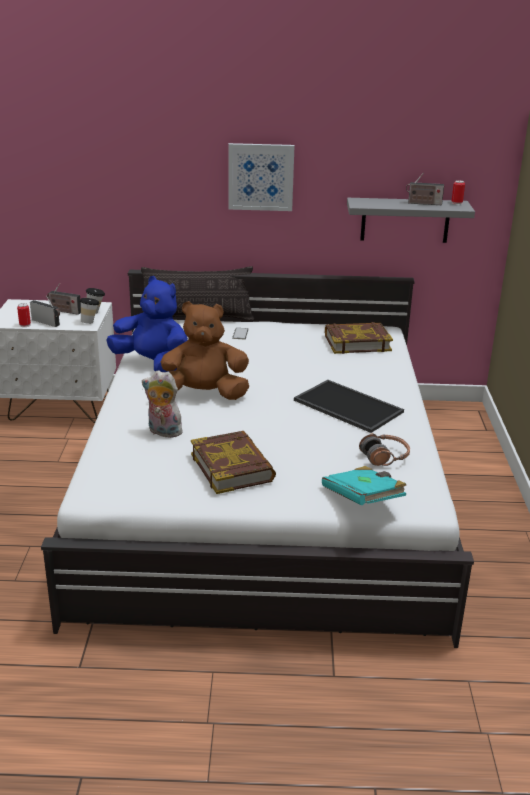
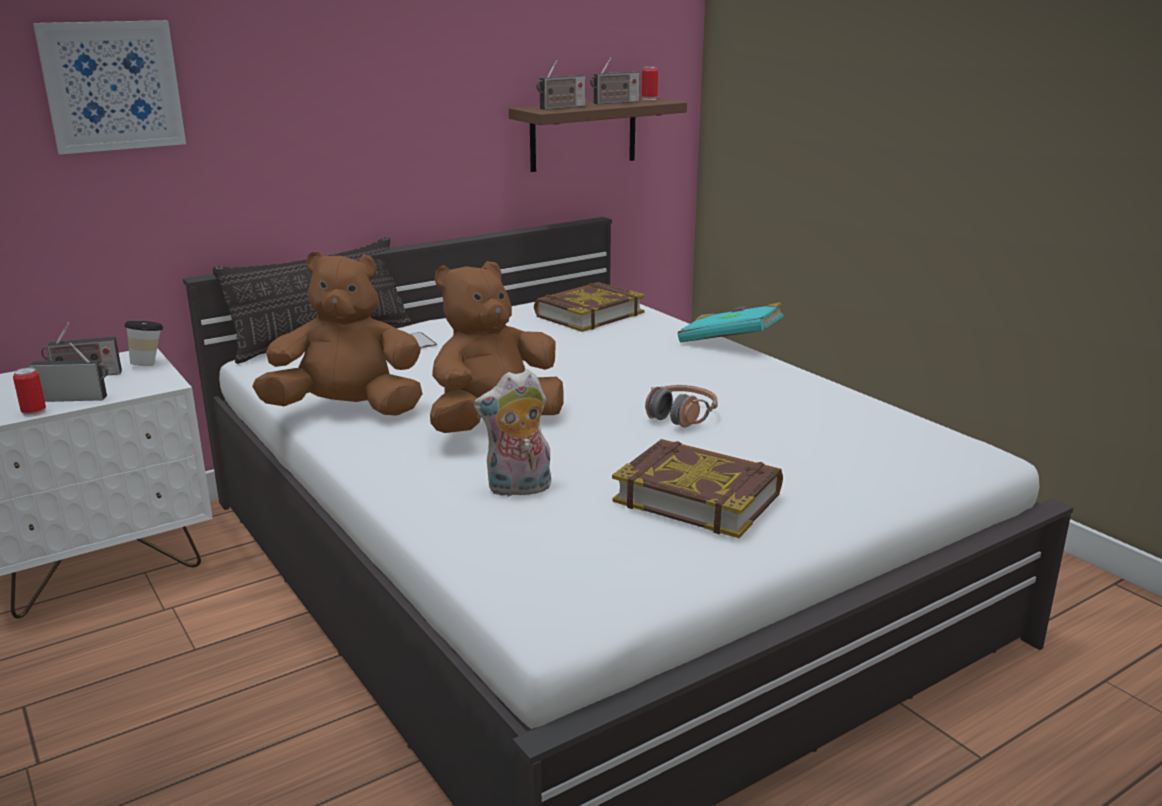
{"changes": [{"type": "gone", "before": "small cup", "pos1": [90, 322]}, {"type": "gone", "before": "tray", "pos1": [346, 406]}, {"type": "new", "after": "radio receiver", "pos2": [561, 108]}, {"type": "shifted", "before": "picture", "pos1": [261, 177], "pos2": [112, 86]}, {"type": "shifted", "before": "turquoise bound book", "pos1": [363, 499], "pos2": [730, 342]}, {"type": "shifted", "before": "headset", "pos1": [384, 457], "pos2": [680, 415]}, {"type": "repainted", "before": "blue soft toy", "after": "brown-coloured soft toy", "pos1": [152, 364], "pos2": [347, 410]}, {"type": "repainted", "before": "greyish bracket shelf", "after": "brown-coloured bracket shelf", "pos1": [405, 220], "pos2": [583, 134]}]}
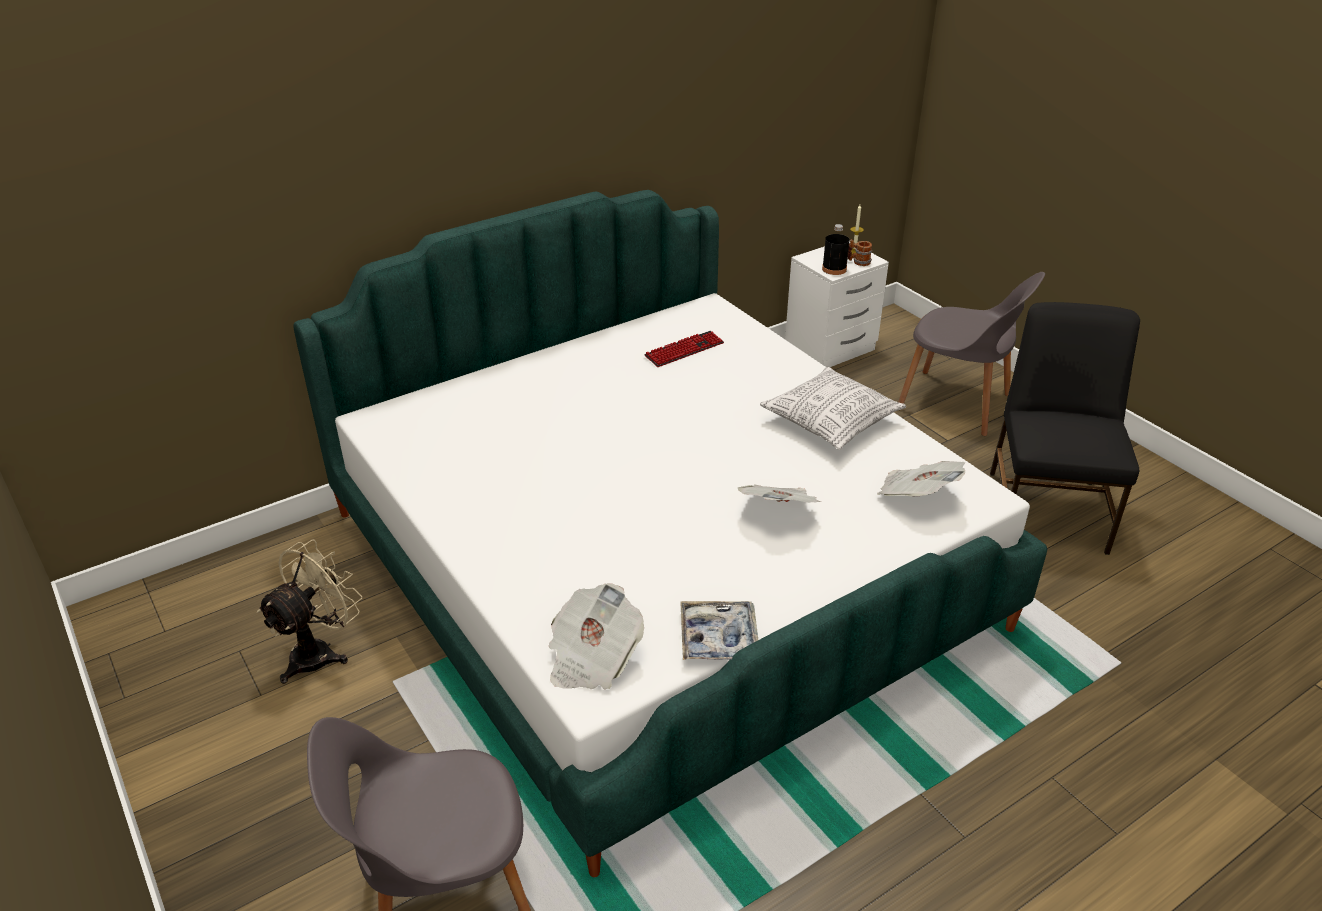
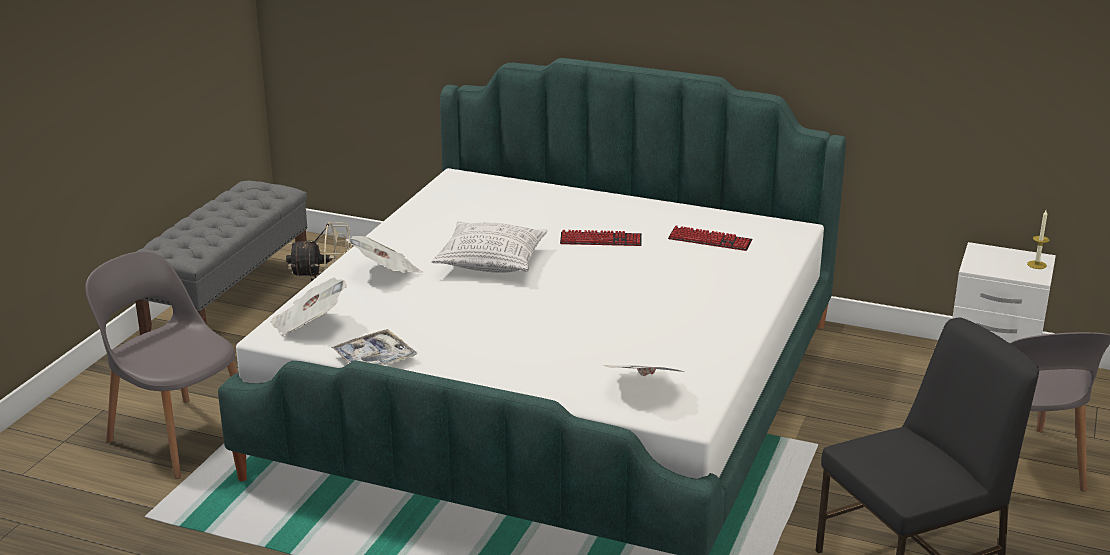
{"changes": [{"type": "gone", "before": "blackish beverage bottle", "pos1": [834, 269]}, {"type": "gone", "before": "tea mug", "pos1": [858, 262]}, {"type": "new", "after": "greyish bench", "pos2": [229, 300]}, {"type": "new", "after": "PC keyboard", "pos2": [601, 240]}, {"type": "shifted", "before": "newspaper", "pos1": [779, 511], "pos2": [386, 272]}, {"type": "shifted", "before": "pillow", "pos1": [831, 421], "pos2": [491, 262]}]}
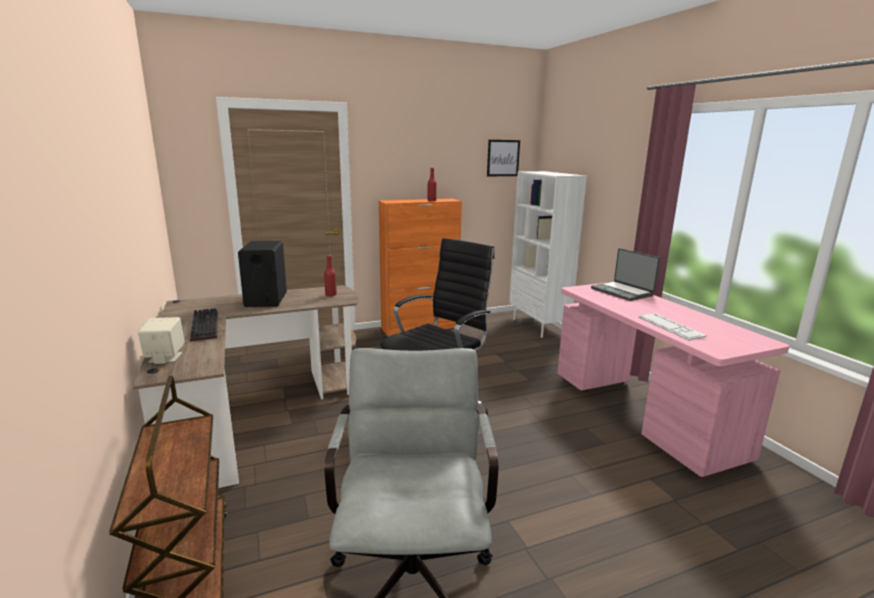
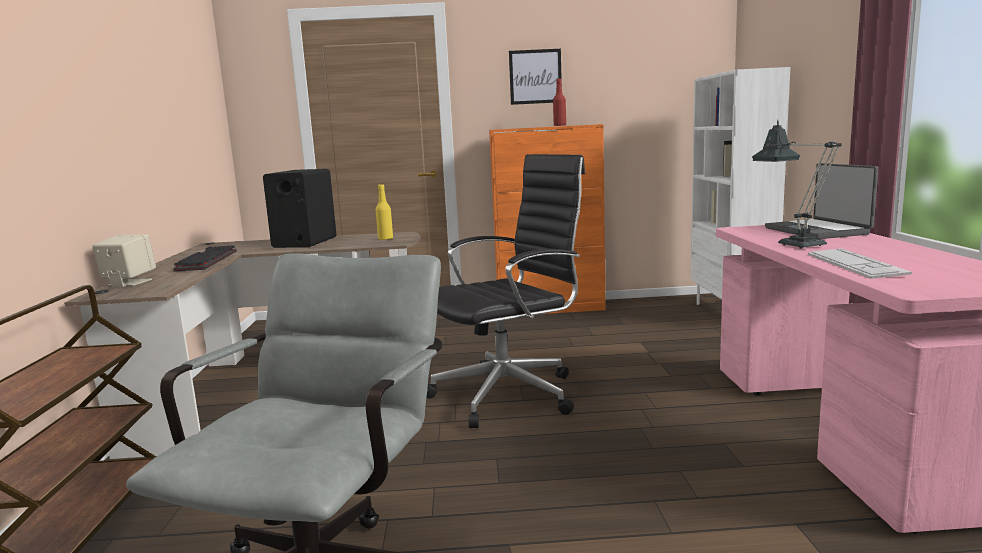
{"changes": [{"type": "new", "after": "table lamp", "pos2": [794, 244]}, {"type": "shifted", "before": "picture", "pos1": [503, 158], "pos2": [535, 76]}, {"type": "repainted", "before": "red beverage bottle", "after": "yellow beverage bottle", "pos1": [331, 295], "pos2": [385, 239]}]}
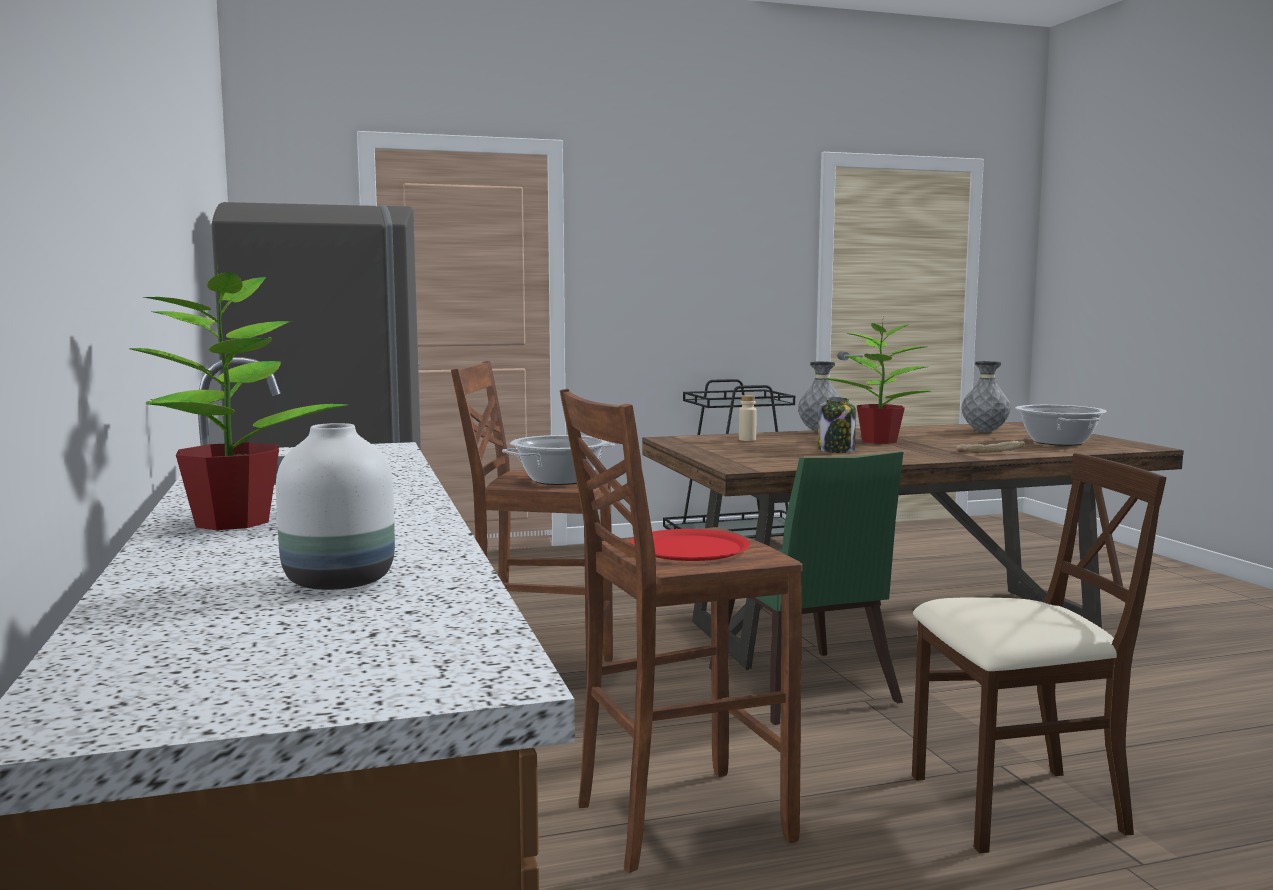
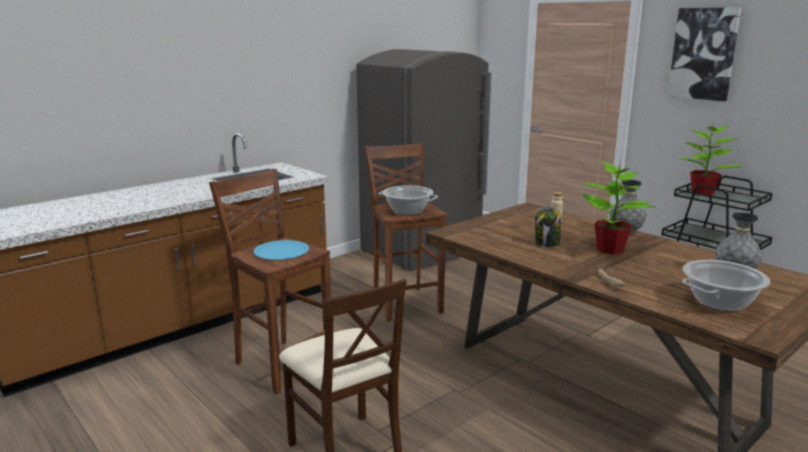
{"changes": [{"type": "gone", "before": "white vase", "pos1": [342, 581]}, {"type": "gone", "before": "green-coloured upright chair", "pos1": [804, 691]}, {"type": "new", "after": "picture", "pos2": [703, 54]}, {"type": "shifted", "before": "houseplant", "pos1": [234, 521], "pos2": [703, 193]}, {"type": "repainted", "before": "red flat dish", "after": "blue flat dish", "pos1": [690, 548], "pos2": [281, 251]}]}
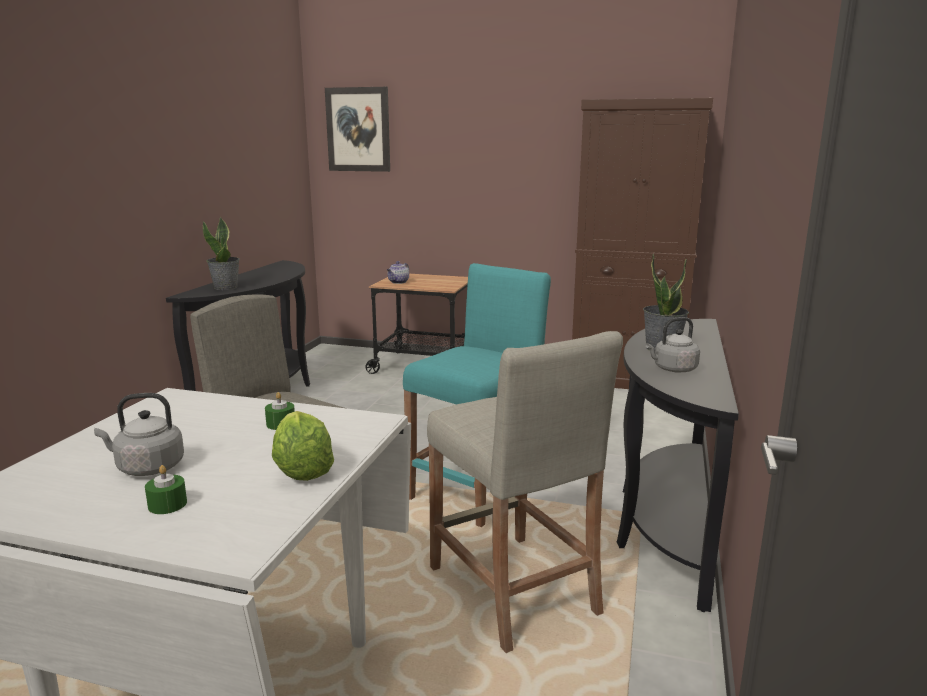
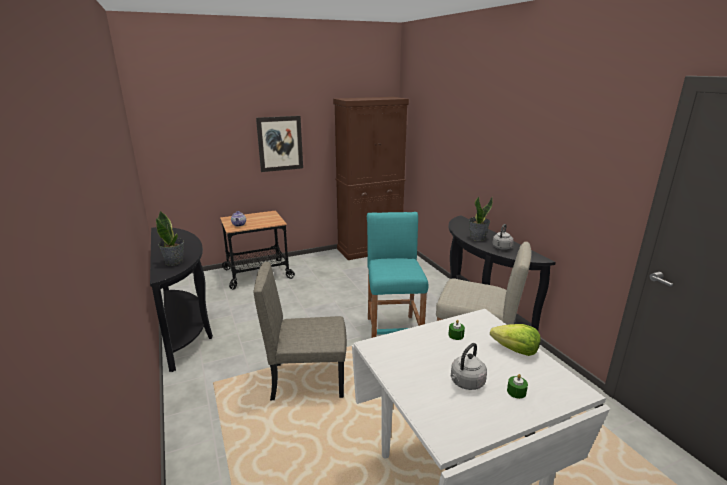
{"changes": [{"type": "shifted", "before": "picture", "pos1": [358, 129], "pos2": [280, 143]}]}
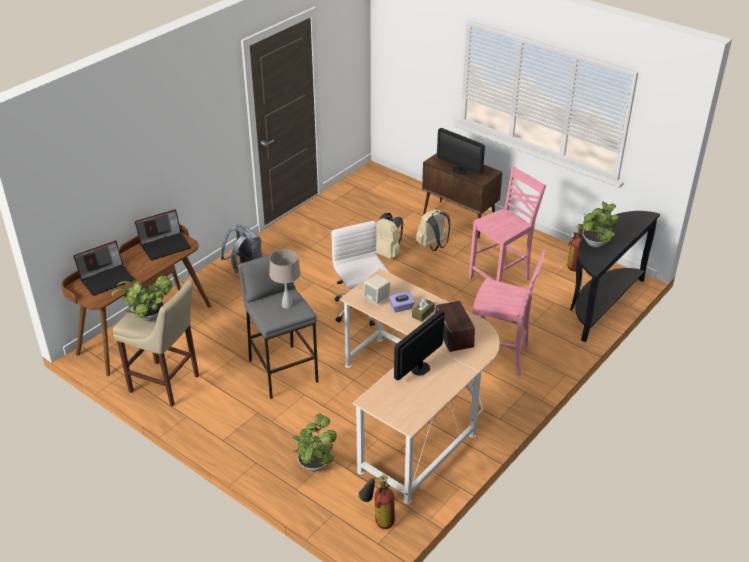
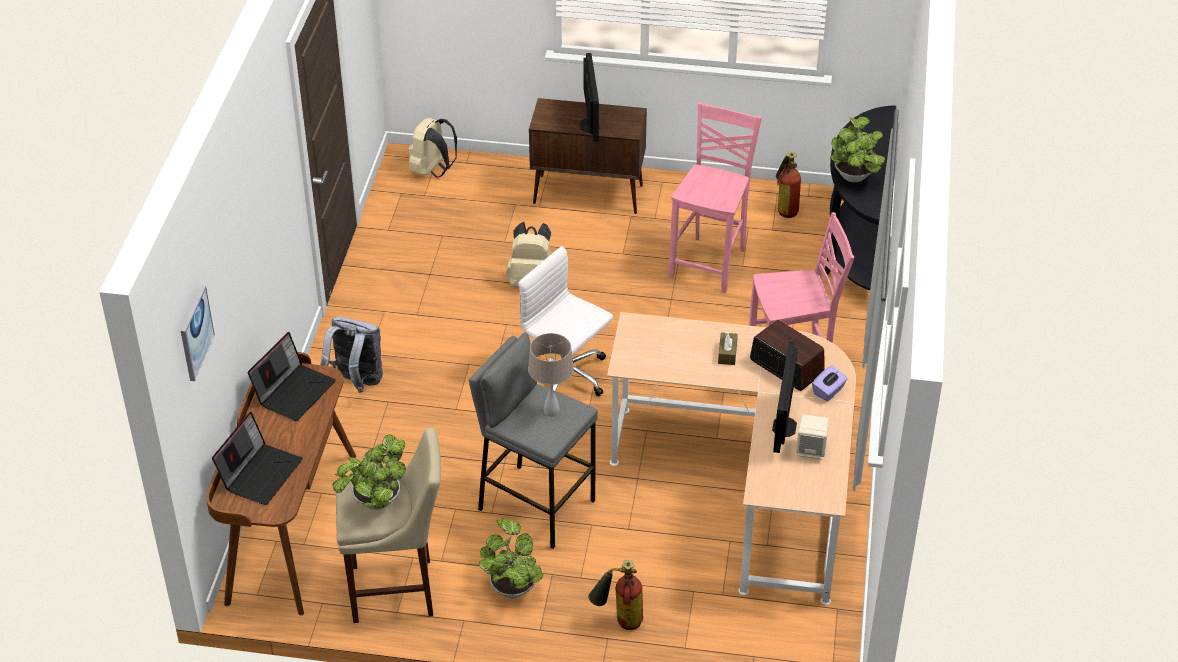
{"changes": [{"type": "new", "after": "picture", "pos2": [195, 332]}, {"type": "shifted", "before": "houseplant", "pos1": [315, 463], "pos2": [512, 586]}, {"type": "shifted", "before": "fire extinguisher", "pos1": [378, 518], "pos2": [618, 620]}, {"type": "shifted", "before": "beige loudspeaker", "pos1": [377, 299], "pos2": [811, 450]}, {"type": "shifted", "before": "purplish tissue holder", "pos1": [401, 307], "pos2": [828, 391]}, {"type": "shifted", "before": "beige rucksack", "pos1": [433, 246], "pos2": [432, 171]}, {"type": "rotated", "before": "computer display", "pos1": [460, 170], "pos2": [589, 125], "turn": -105}]}
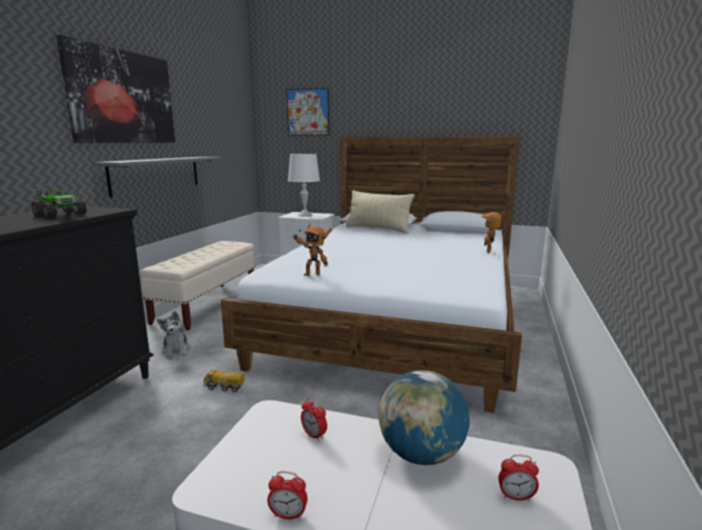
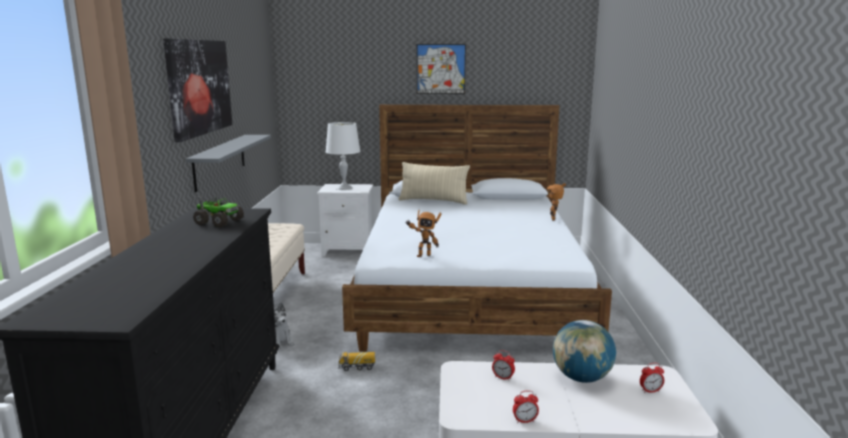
{"changes": [{"type": "shifted", "before": "picture", "pos1": [307, 112], "pos2": [440, 69]}]}
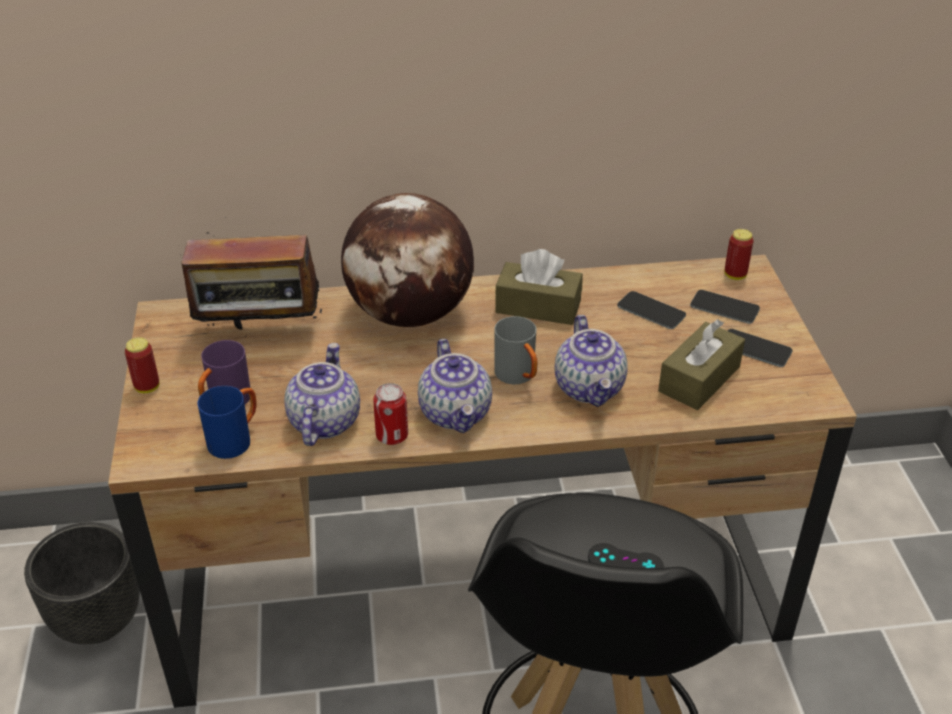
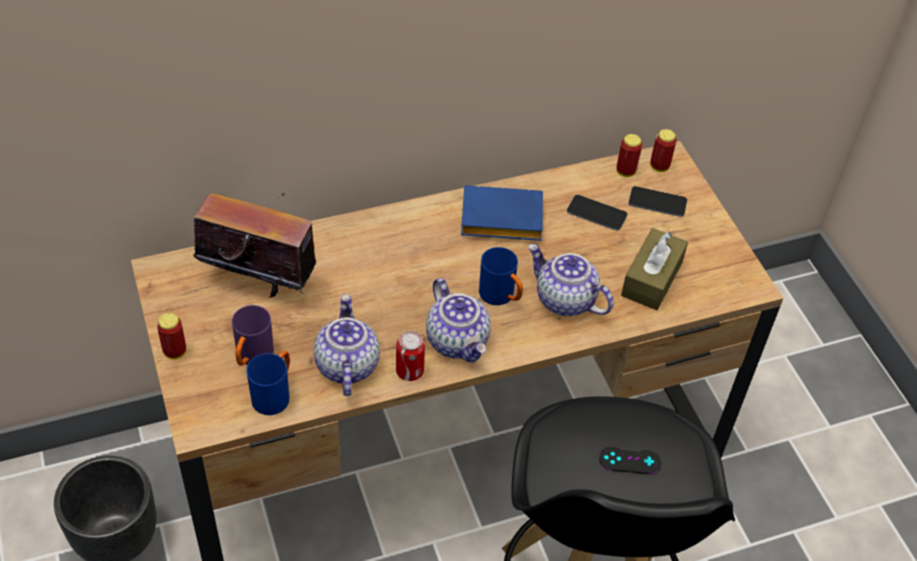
{"changes": [{"type": "gone", "before": "globe", "pos1": [410, 314]}, {"type": "gone", "before": "phone", "pos1": [755, 348]}, {"type": "new", "after": "metal can", "pos2": [625, 171]}, {"type": "swapped", "before": "brown-coloured tissue holder", "after": "blue bound book", "pos1": [538, 307], "pos2": [499, 221]}, {"type": "repainted", "before": "greyish tea mug", "after": "blue tea mug", "pos1": [519, 377], "pos2": [501, 297]}, {"type": "rotated", "before": "radio receiver", "pos1": [260, 334], "pos2": [259, 281], "turn": -150}, {"type": "rotated", "before": "tea pot", "pos1": [590, 388], "pos2": [564, 300], "turn": 150}]}
